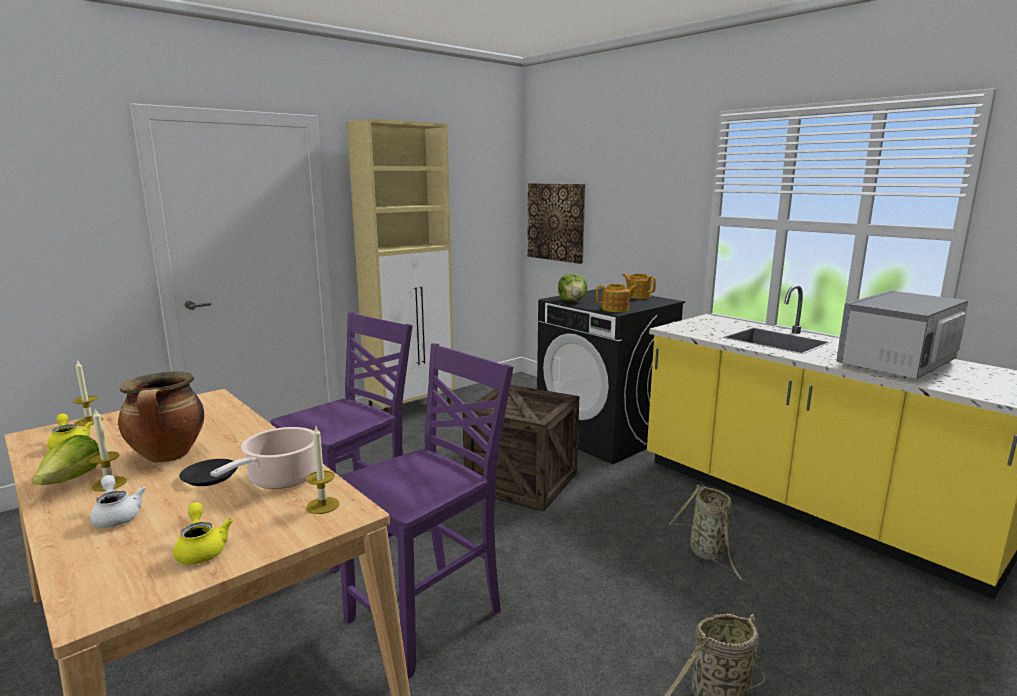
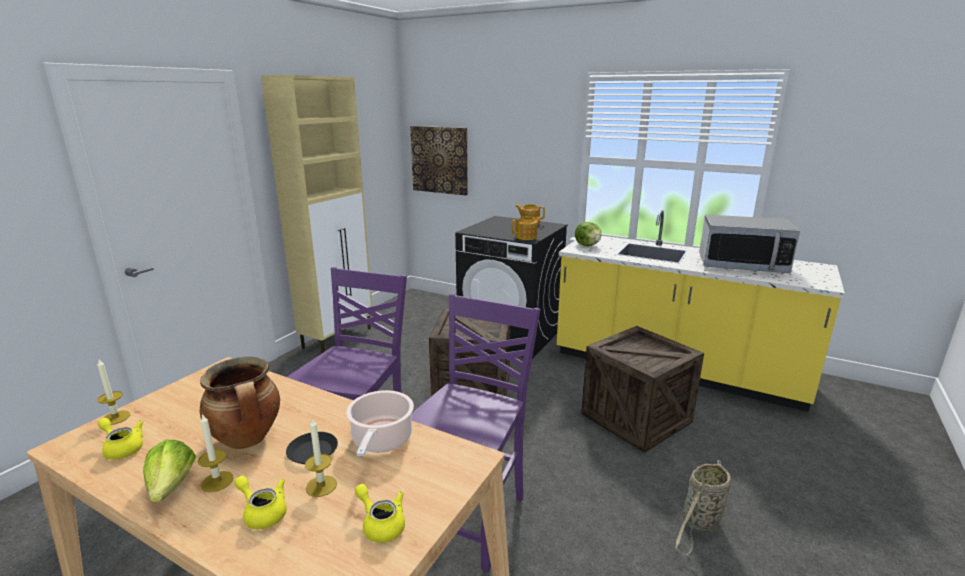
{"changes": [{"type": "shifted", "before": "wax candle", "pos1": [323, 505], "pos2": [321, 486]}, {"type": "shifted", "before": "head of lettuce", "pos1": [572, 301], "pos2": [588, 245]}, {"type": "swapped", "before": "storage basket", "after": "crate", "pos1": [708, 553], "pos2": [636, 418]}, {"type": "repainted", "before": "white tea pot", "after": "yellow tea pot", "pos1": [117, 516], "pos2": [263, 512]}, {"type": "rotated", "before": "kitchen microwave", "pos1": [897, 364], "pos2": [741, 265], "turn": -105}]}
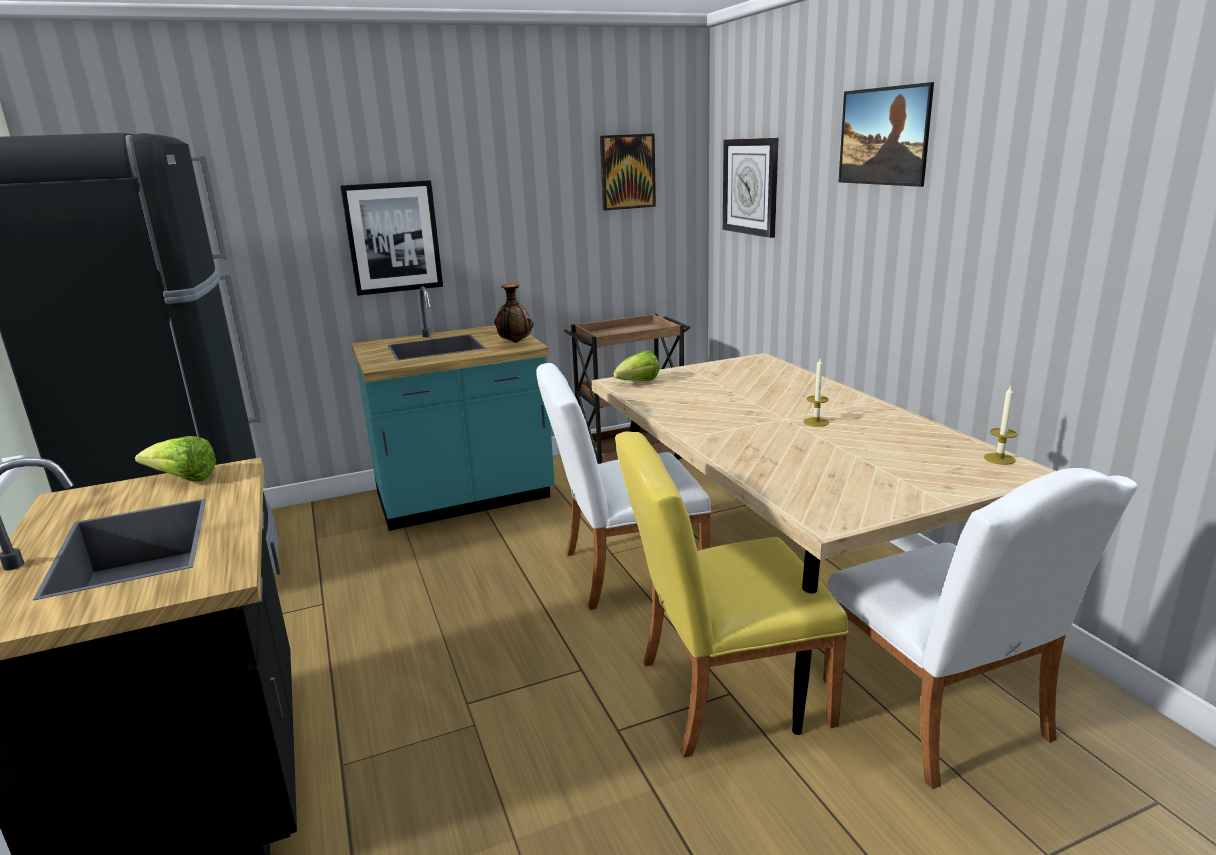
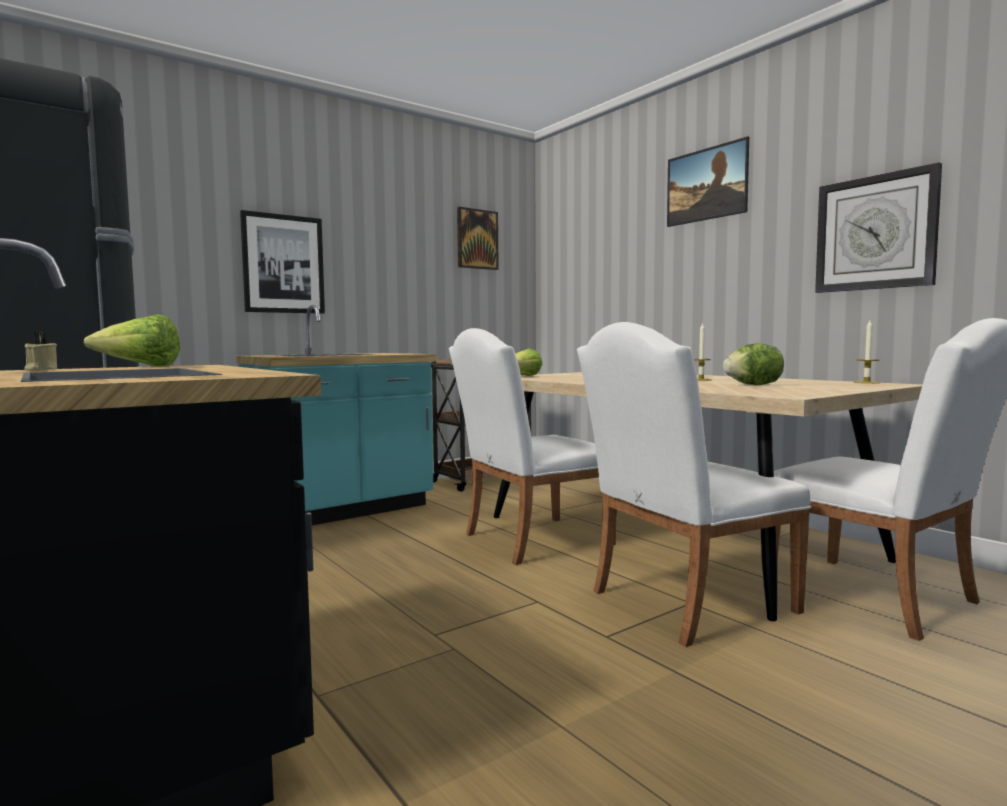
{"changes": [{"type": "gone", "before": "vase", "pos1": [515, 342]}, {"type": "new", "after": "beige wax candle", "pos2": [40, 369]}, {"type": "new", "after": "head of lettuce", "pos2": [753, 385]}, {"type": "shifted", "before": "wall clock", "pos1": [750, 186], "pos2": [875, 233]}, {"type": "repainted", "before": "yellow upright chair", "after": "white upright chair", "pos1": [720, 694], "pos2": [682, 603]}]}
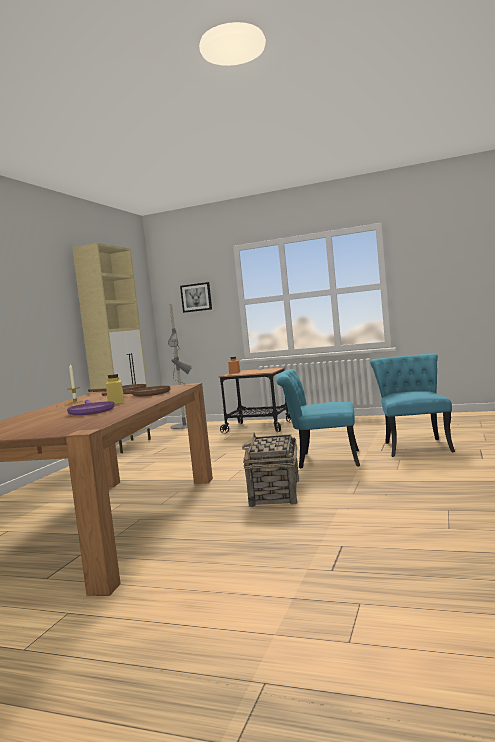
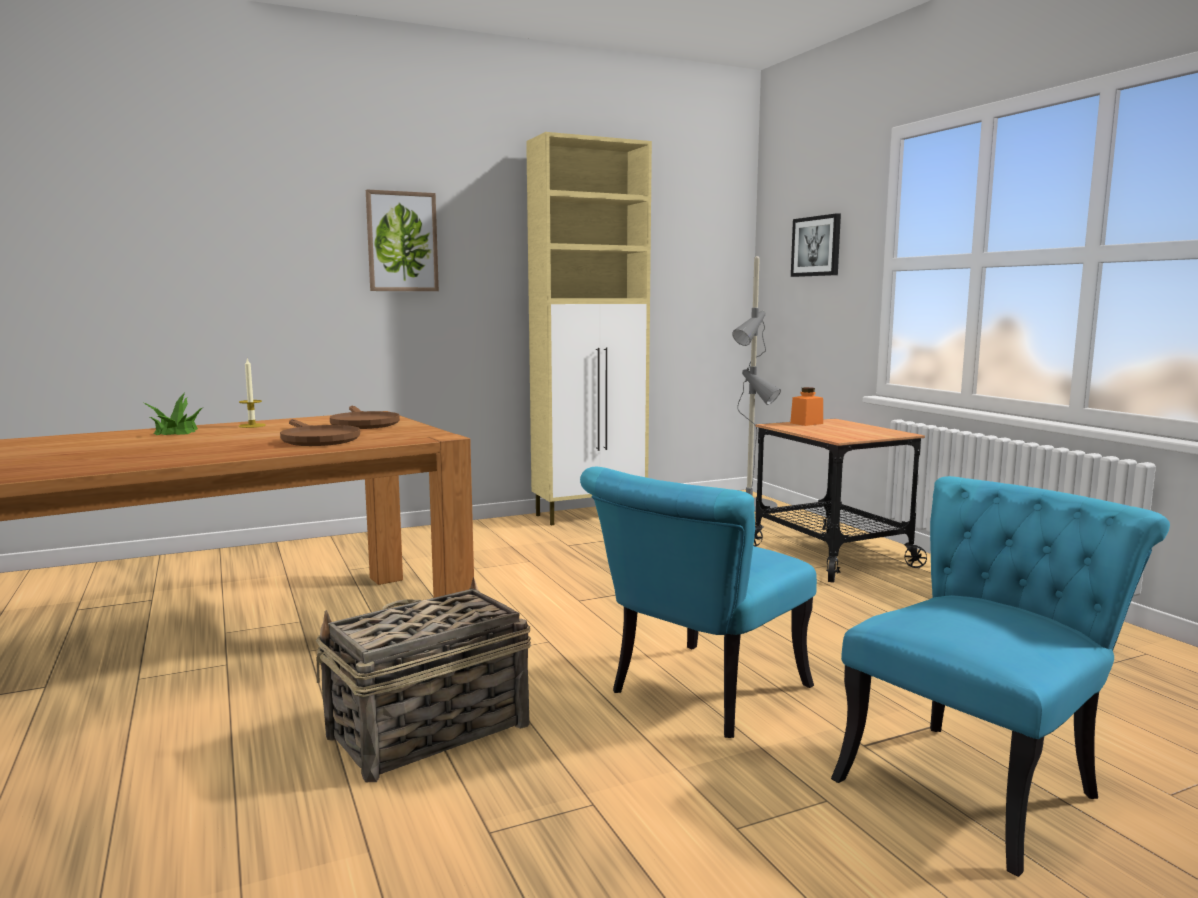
{"changes": [{"type": "gone", "before": "purplish frying pan", "pos1": [90, 410]}, {"type": "gone", "before": "yellow preserve jar", "pos1": [116, 402]}, {"type": "new", "after": "houseplant", "pos2": [177, 431]}, {"type": "new", "after": "picture", "pos2": [402, 242]}, {"type": "rotated", "before": "turquoise upright chair", "pos1": [321, 460], "pos2": [698, 696], "turn": -105}]}
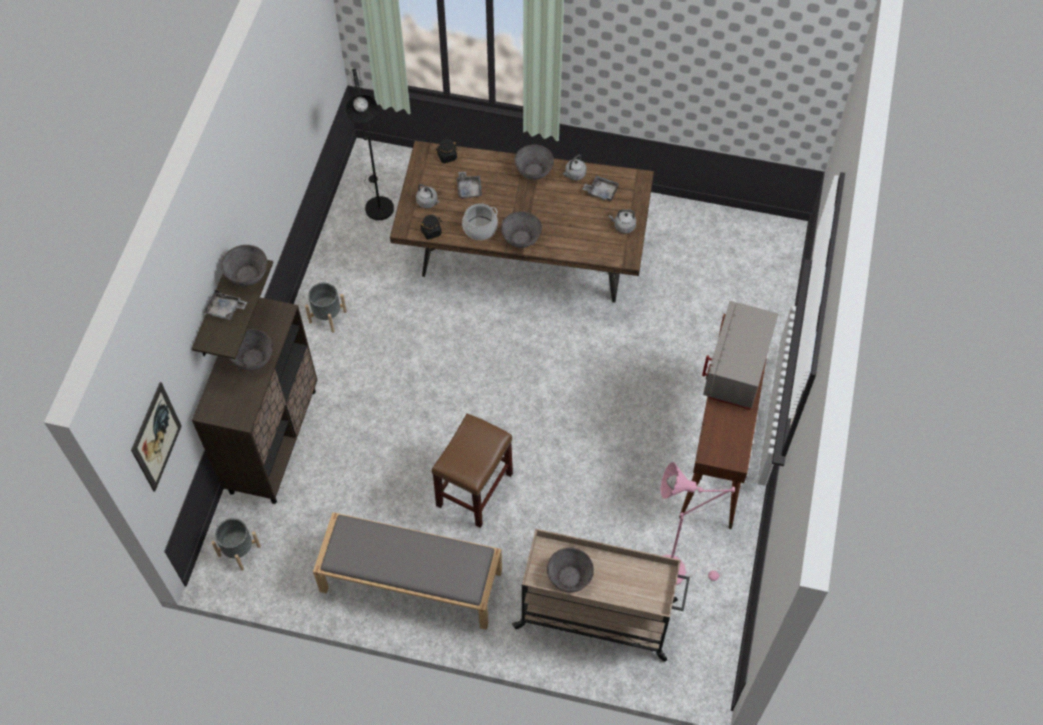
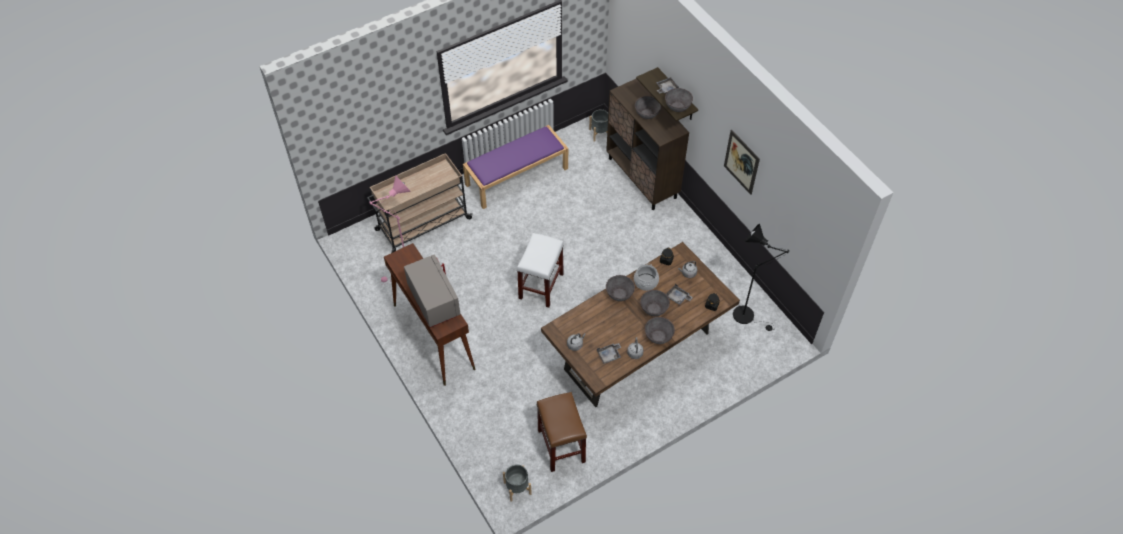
{"changes": [{"type": "new", "after": "white sitting stool", "pos2": [541, 285]}, {"type": "shifted", "before": "picture", "pos1": [156, 437], "pos2": [741, 162]}, {"type": "shifted", "before": "greyish flower pot", "pos1": [328, 316], "pos2": [517, 488]}, {"type": "shifted", "before": "brown-coloured sitting stool", "pos1": [474, 489], "pos2": [562, 446]}, {"type": "shifted", "before": "greyish serving bowl", "pos1": [569, 577], "pos2": [654, 309]}, {"type": "repainted", "before": "greyish bench", "after": "purplish bench", "pos1": [410, 581], "pos2": [517, 176]}]}
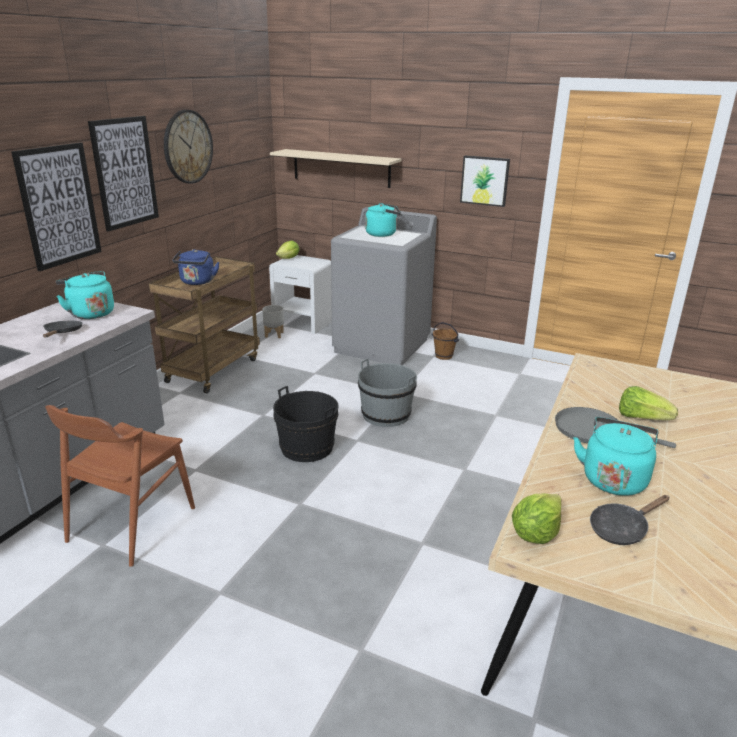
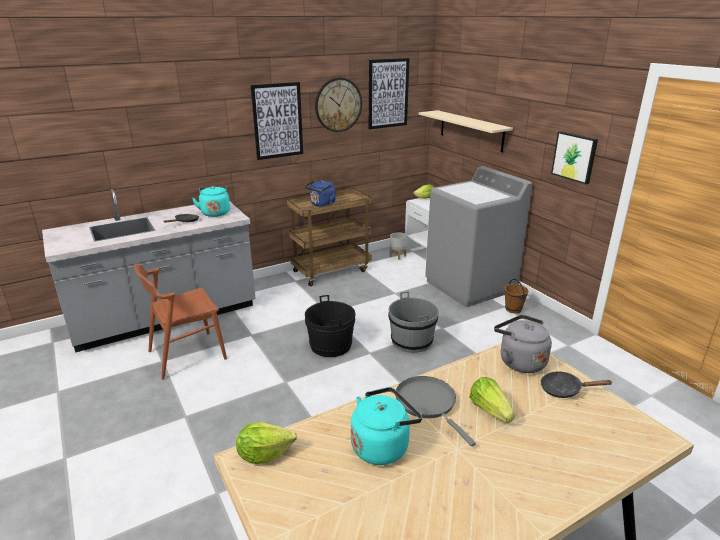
{"changes": [{"type": "gone", "before": "turquoise kettle", "pos1": [383, 234]}, {"type": "new", "after": "greyish kettle", "pos2": [519, 361]}, {"type": "shifted", "before": "picture", "pos1": [59, 205], "pos2": [388, 93]}, {"type": "shifted", "before": "blackish frying pan", "pos1": [621, 529], "pos2": [564, 390]}]}
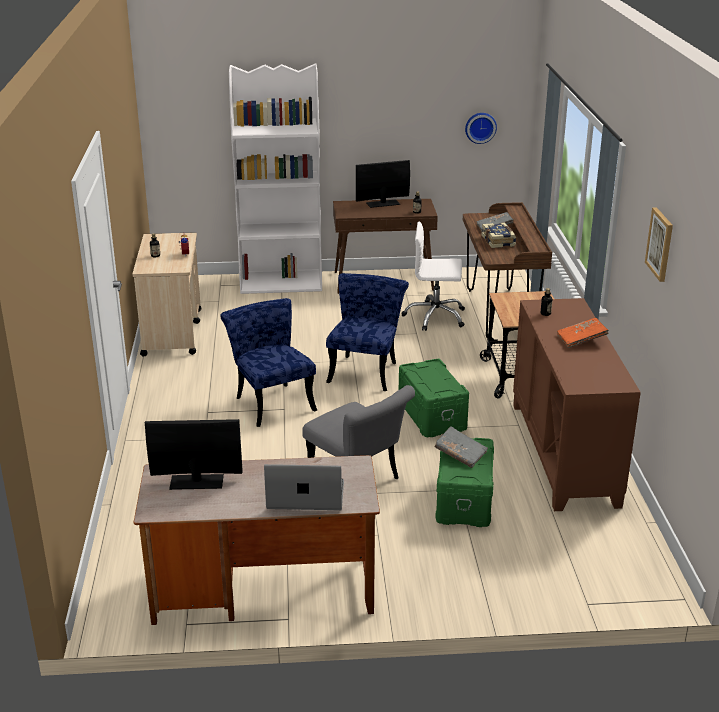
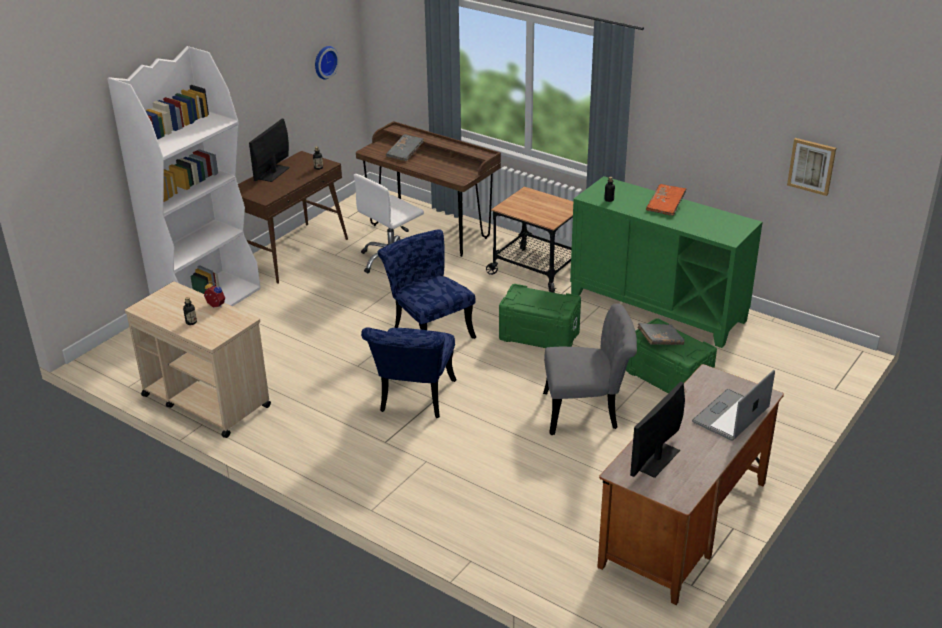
{"changes": [{"type": "gone", "before": "bound book", "pos1": [499, 241]}, {"type": "shifted", "before": "picture", "pos1": [660, 244], "pos2": [811, 166]}, {"type": "repainted", "before": "brown-coloured cabinet", "after": "green-coloured cabinet", "pos1": [564, 453], "pos2": [658, 307]}, {"type": "rotated", "before": "blue upright chair", "pos1": [271, 401], "pos2": [414, 400], "turn": -90}]}
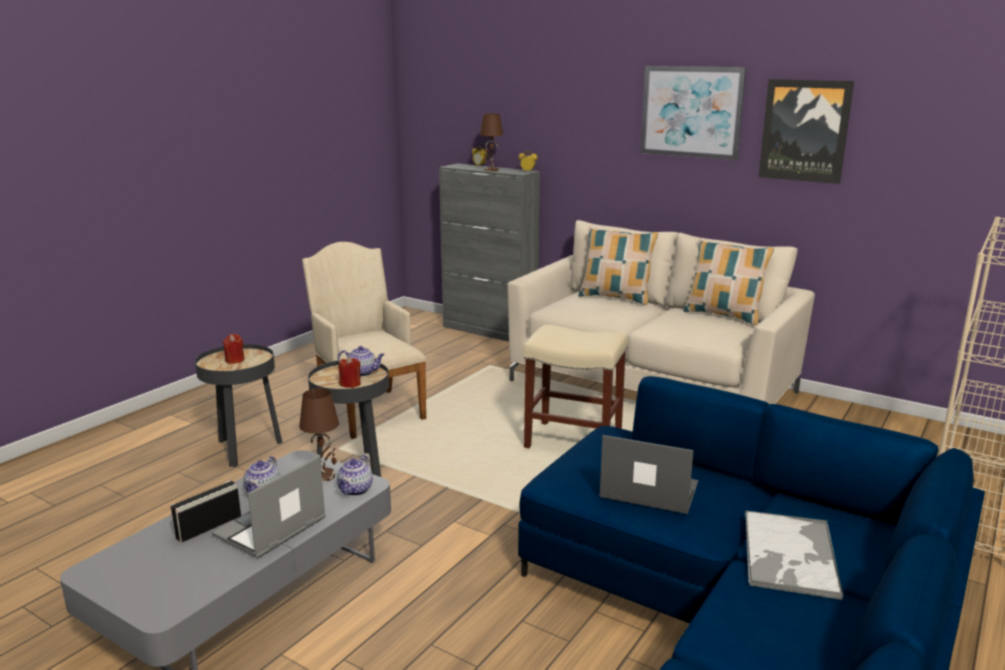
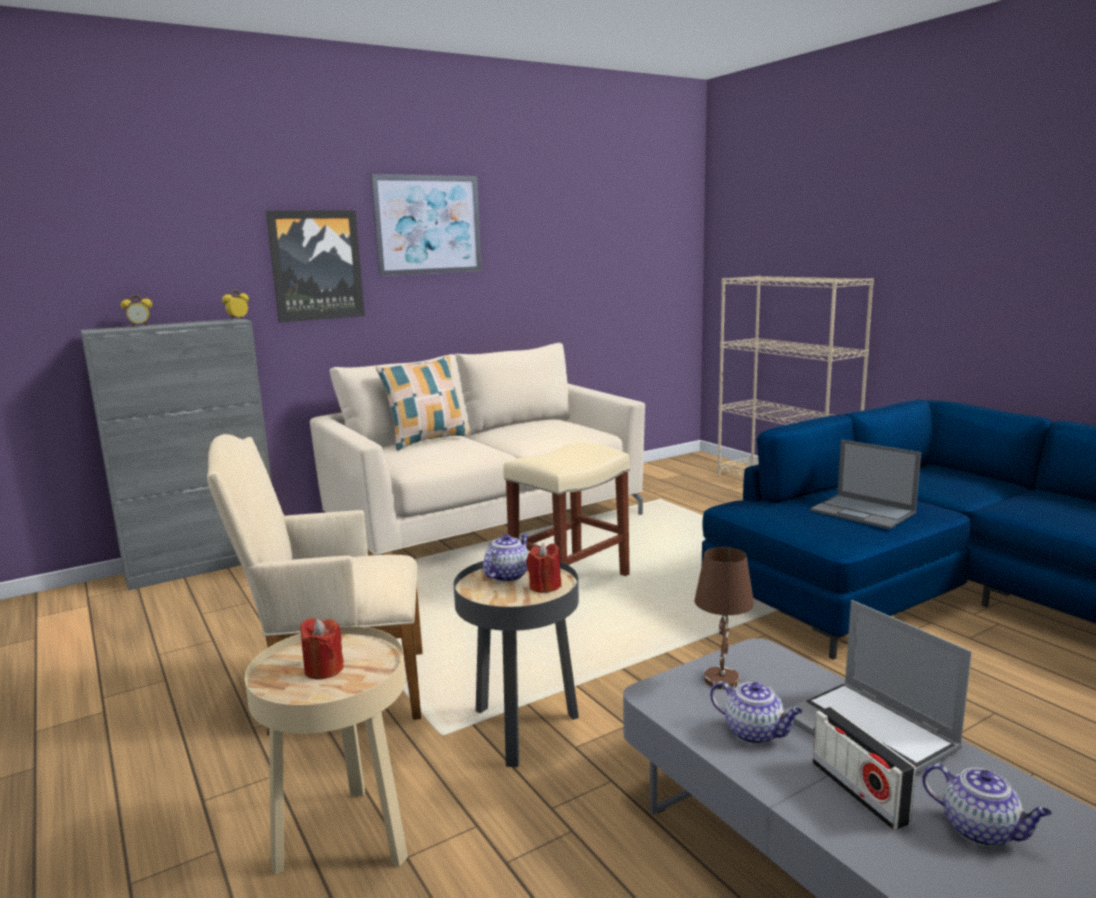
{"changes": [{"type": "gone", "before": "brown-coloured table lamp", "pos1": [491, 170]}, {"type": "gone", "before": "pillow", "pos1": [723, 315]}, {"type": "gone", "before": "tray", "pos1": [790, 555]}, {"type": "shifted", "before": "tea pot", "pos1": [355, 490], "pos2": [981, 830]}, {"type": "shifted", "before": "picture", "pos1": [804, 130], "pos2": [316, 265]}, {"type": "repainted", "before": "blackish end table", "after": "beige end table", "pos1": [245, 449], "pos2": [344, 839]}, {"type": "rotated", "before": "laptop", "pos1": [648, 490], "pos2": [864, 512], "turn": -90}]}
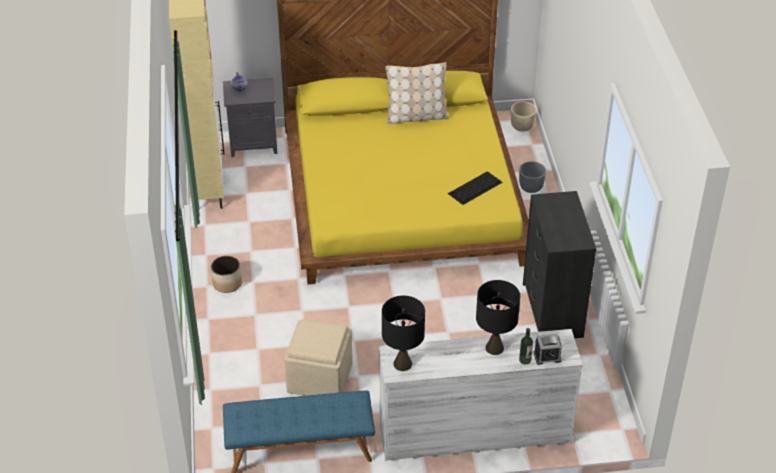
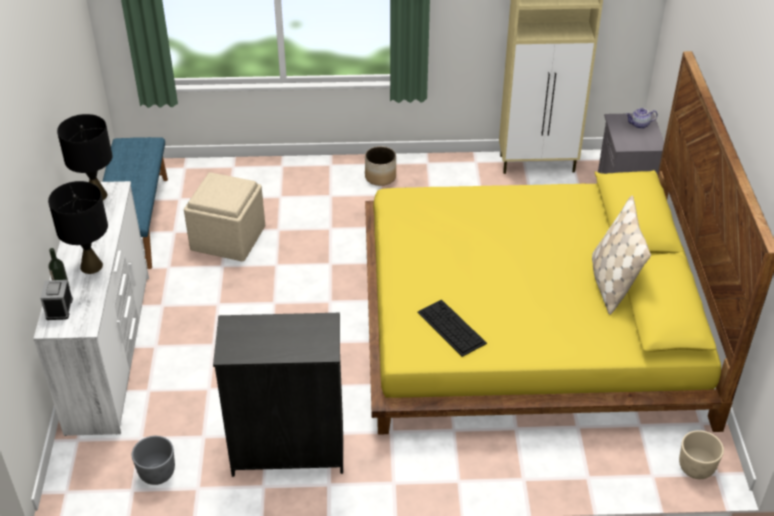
{"changes": [{"type": "shifted", "before": "greyish flower pot", "pos1": [531, 188], "pos2": [157, 474]}]}
